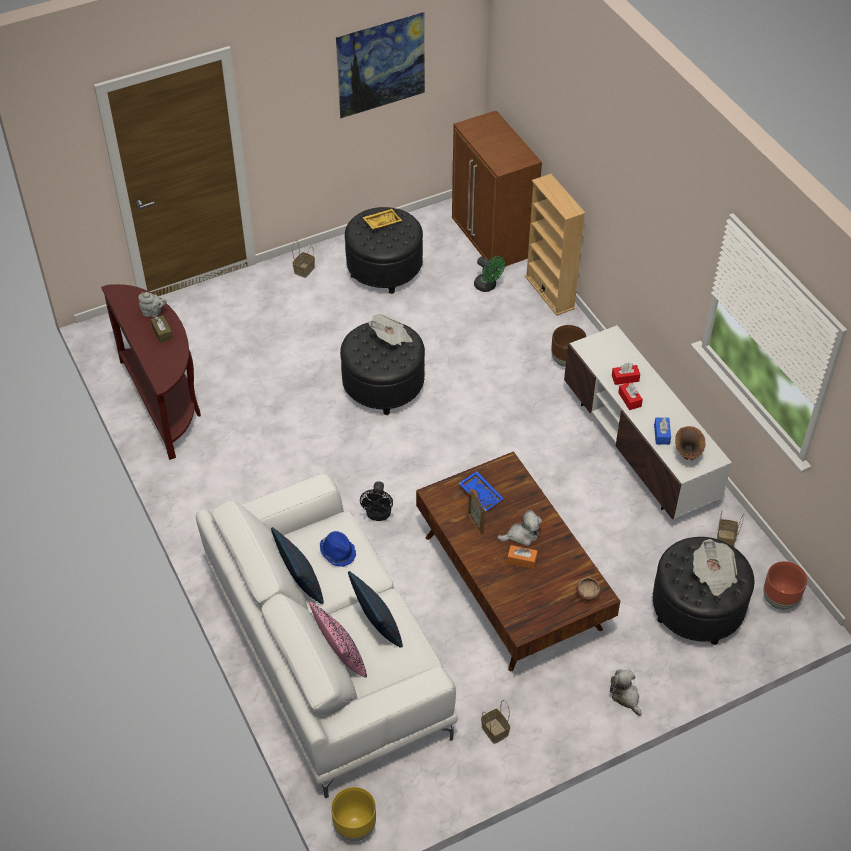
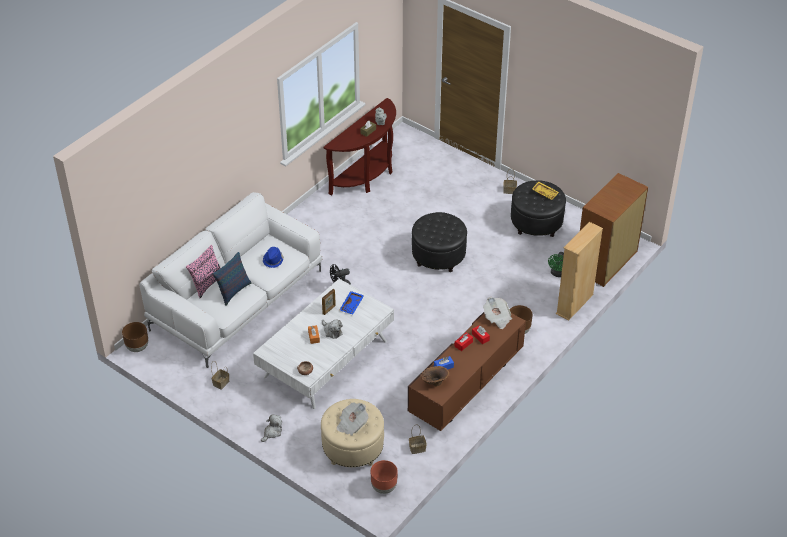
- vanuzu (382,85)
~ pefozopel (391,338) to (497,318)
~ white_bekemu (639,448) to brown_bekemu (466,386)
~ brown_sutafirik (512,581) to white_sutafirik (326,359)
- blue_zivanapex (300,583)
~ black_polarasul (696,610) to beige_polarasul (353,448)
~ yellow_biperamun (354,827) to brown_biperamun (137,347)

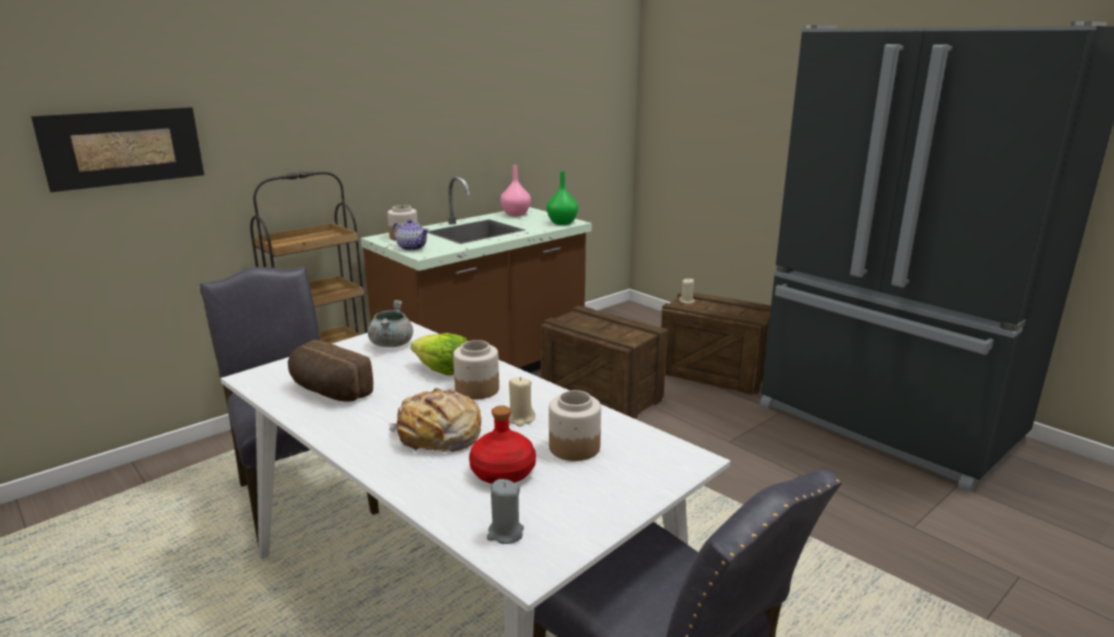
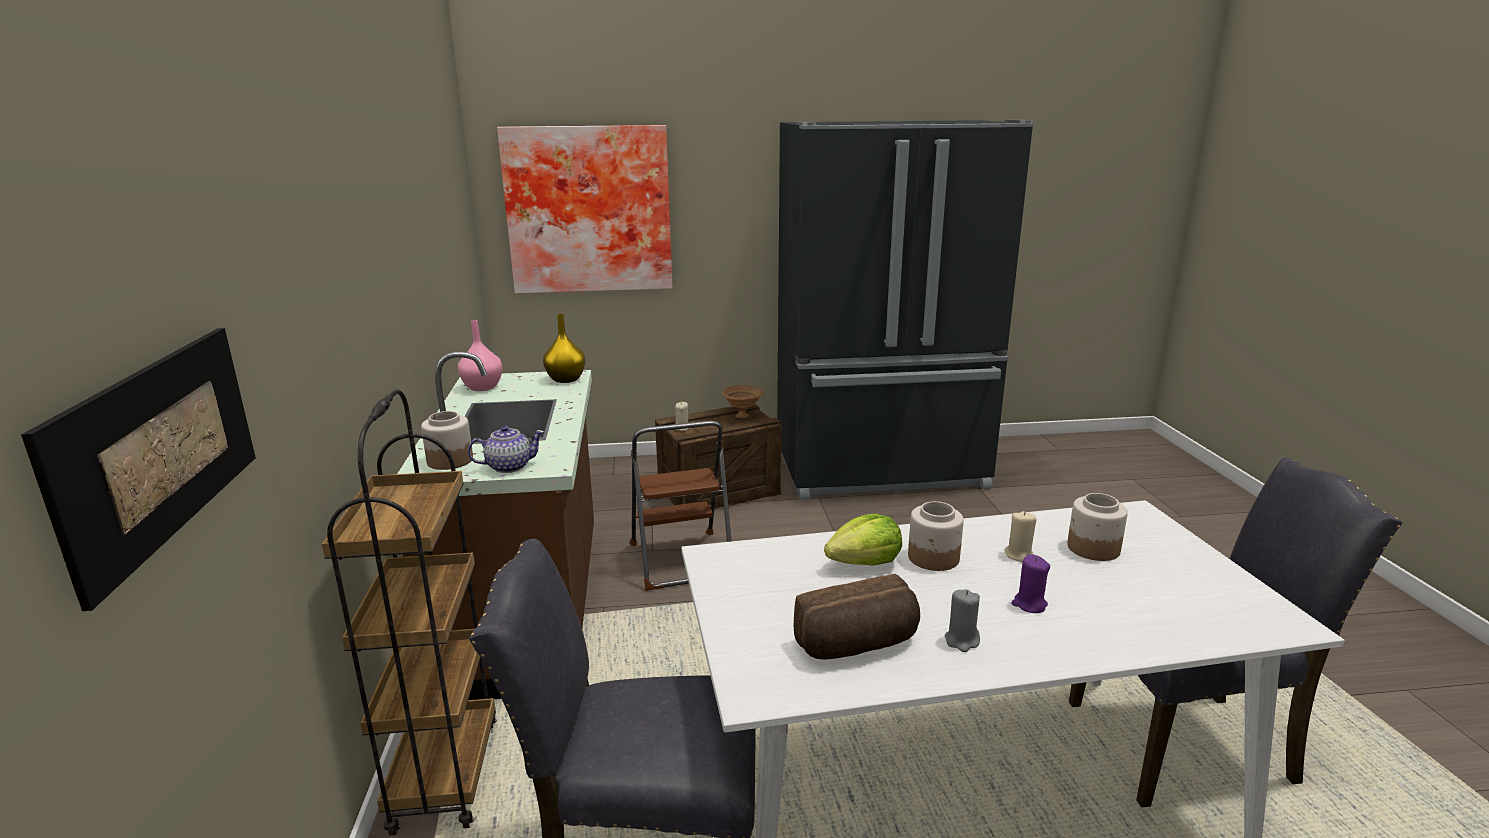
~ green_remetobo (561,223) to yellow_remetobo (565,379)
- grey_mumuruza (391,344)
~ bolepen (601,395) to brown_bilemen (681,562)
~ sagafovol (439,436) to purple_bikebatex (1029,604)
- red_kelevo (503,471)
~ grey_bikebatex (505,533) to (962,641)
+ vanuzu (589,210)
+ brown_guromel (743,416)

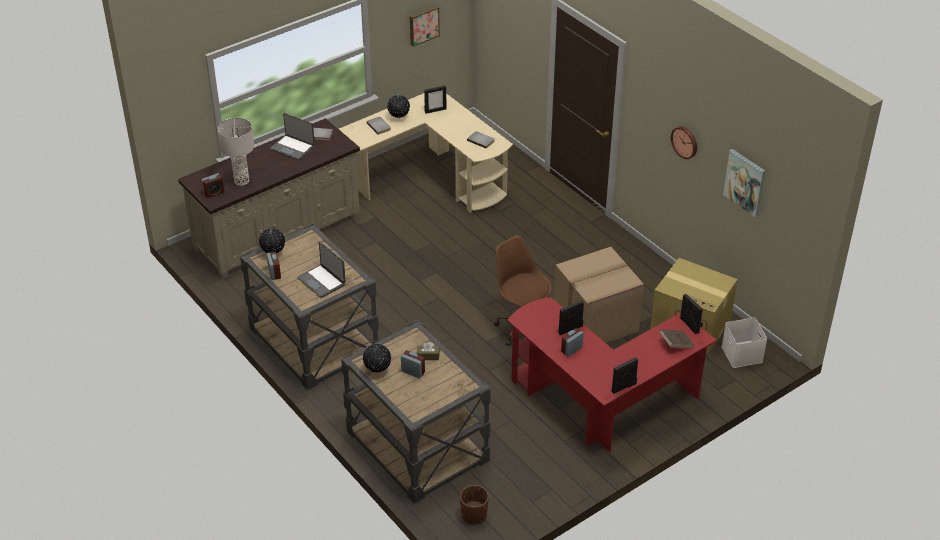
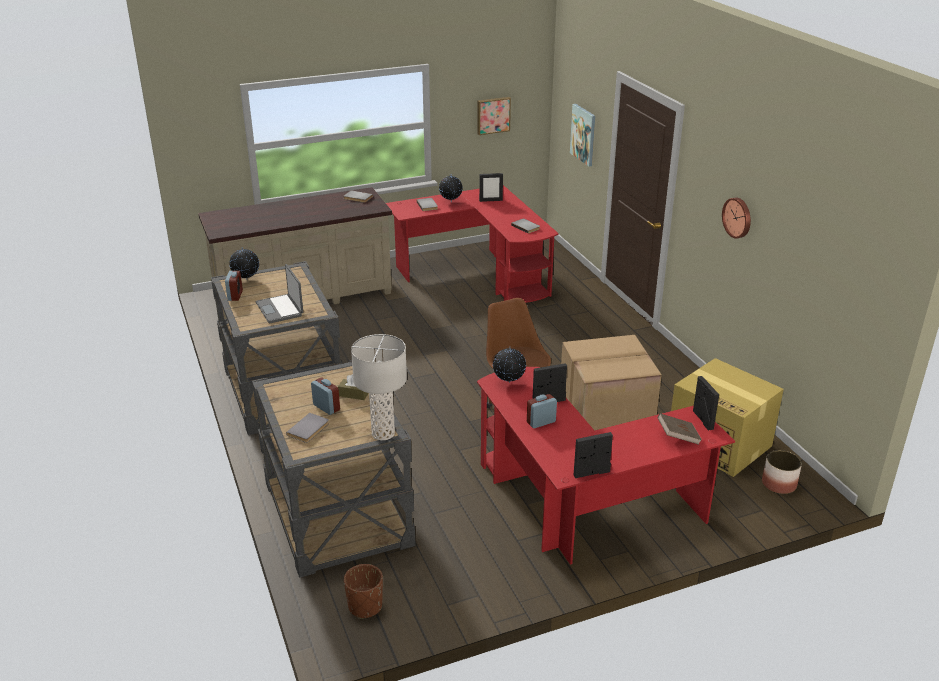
~ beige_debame (431,178) to red_debame (479,273)
- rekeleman (293,148)
~ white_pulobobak (241,181) to (382,433)
~ vanuzu (745,182) to (583,134)
- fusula (214,193)
~ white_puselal (743,354) to biperamun (779,484)
~ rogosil (377,371) to (508,382)
+ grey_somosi (309,429)

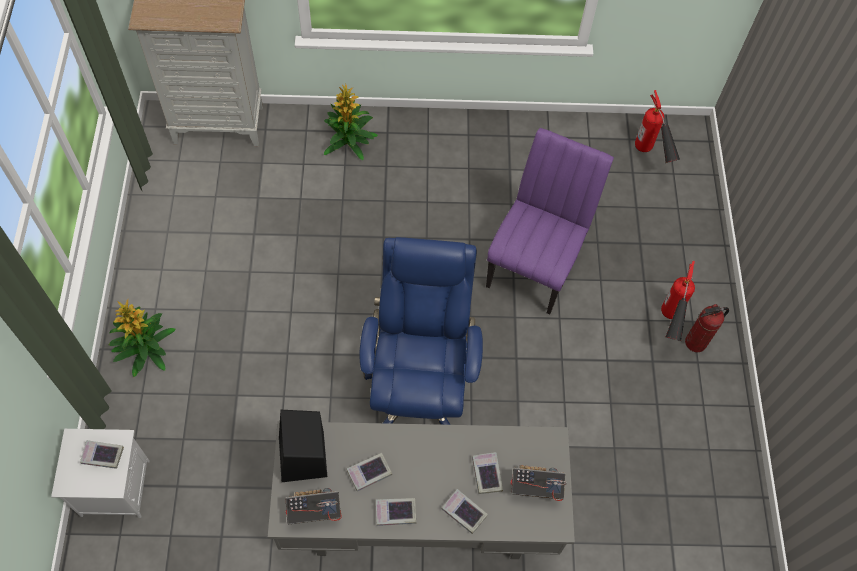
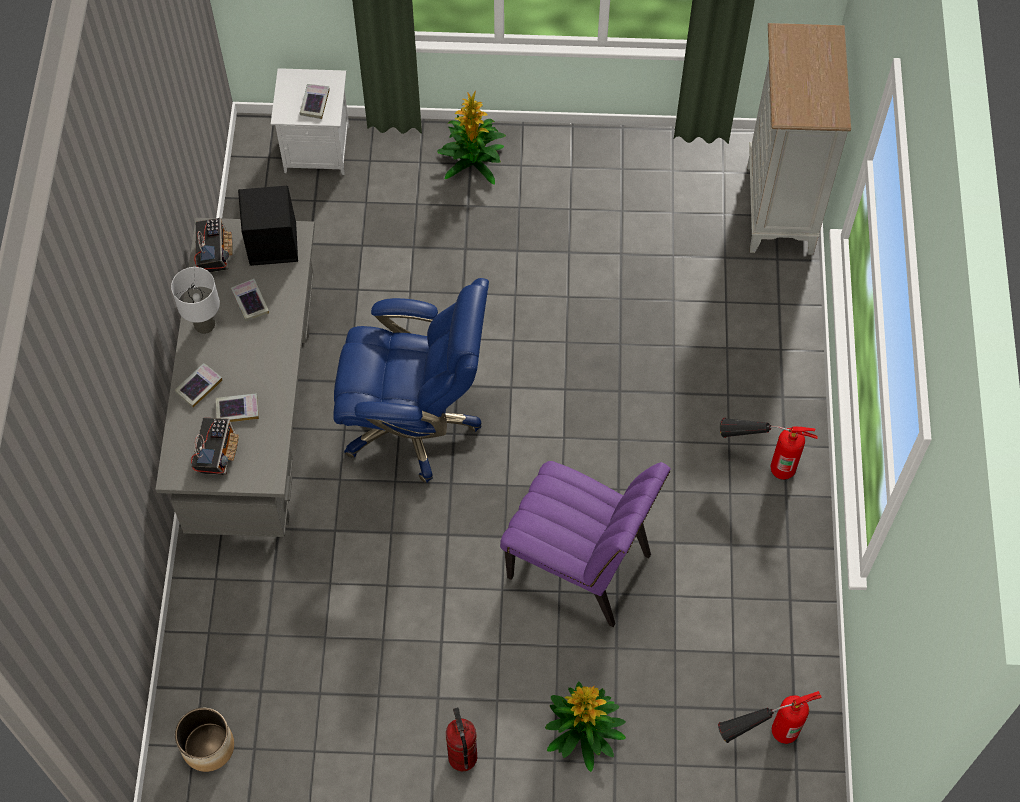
~ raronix (349,140) to (583,732)
~ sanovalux (667,327) to (759,462)
~ somosi (395,513) to white_pulobobak (206,325)
+ biperamun (207,747)

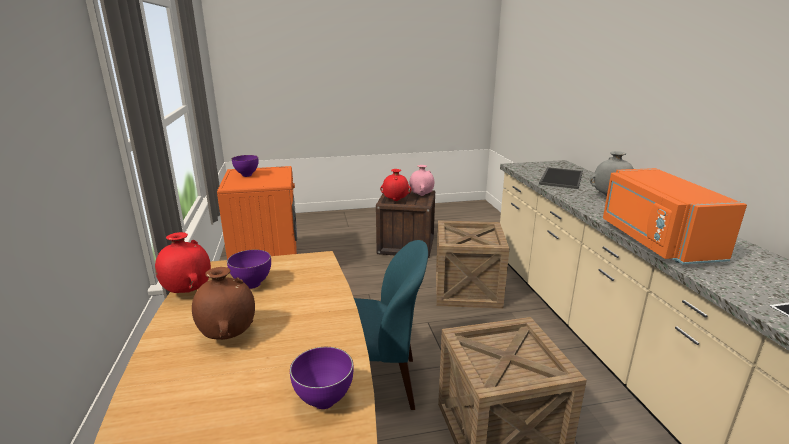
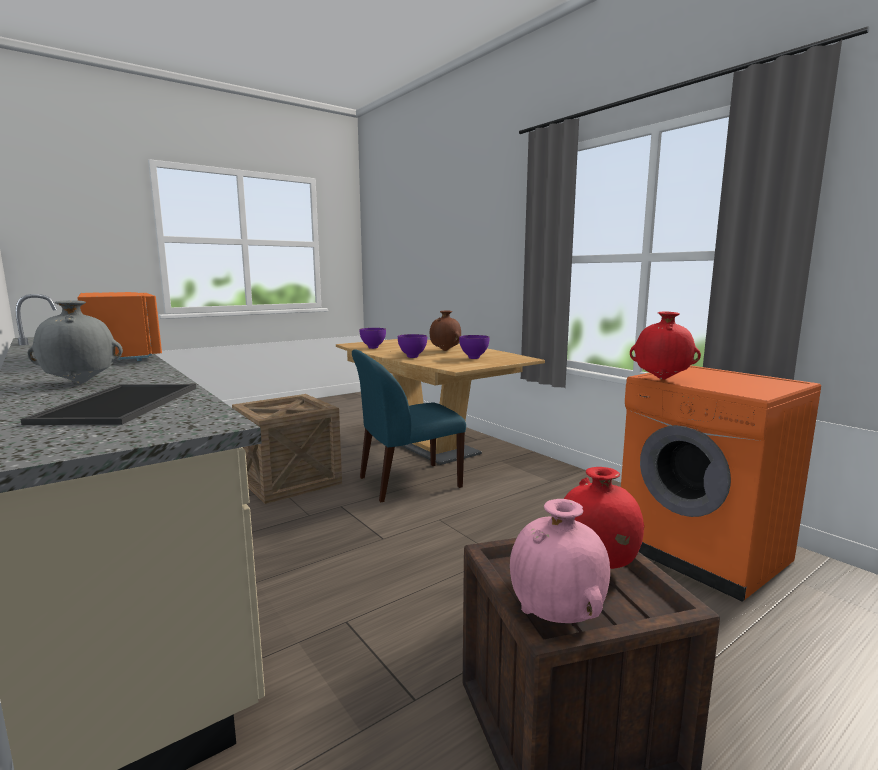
~ purple_guromel (246,176) to (413,357)
- bolepen (467,290)
~ red_remetobo (188,291) to (662,379)

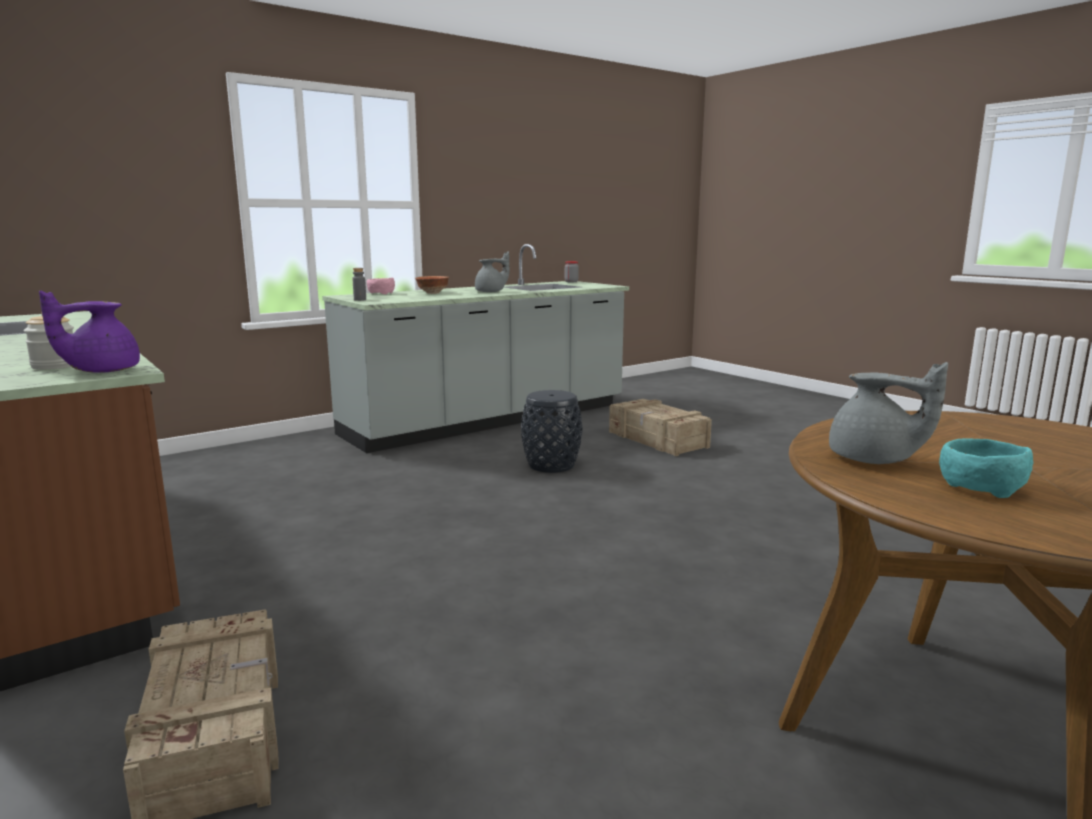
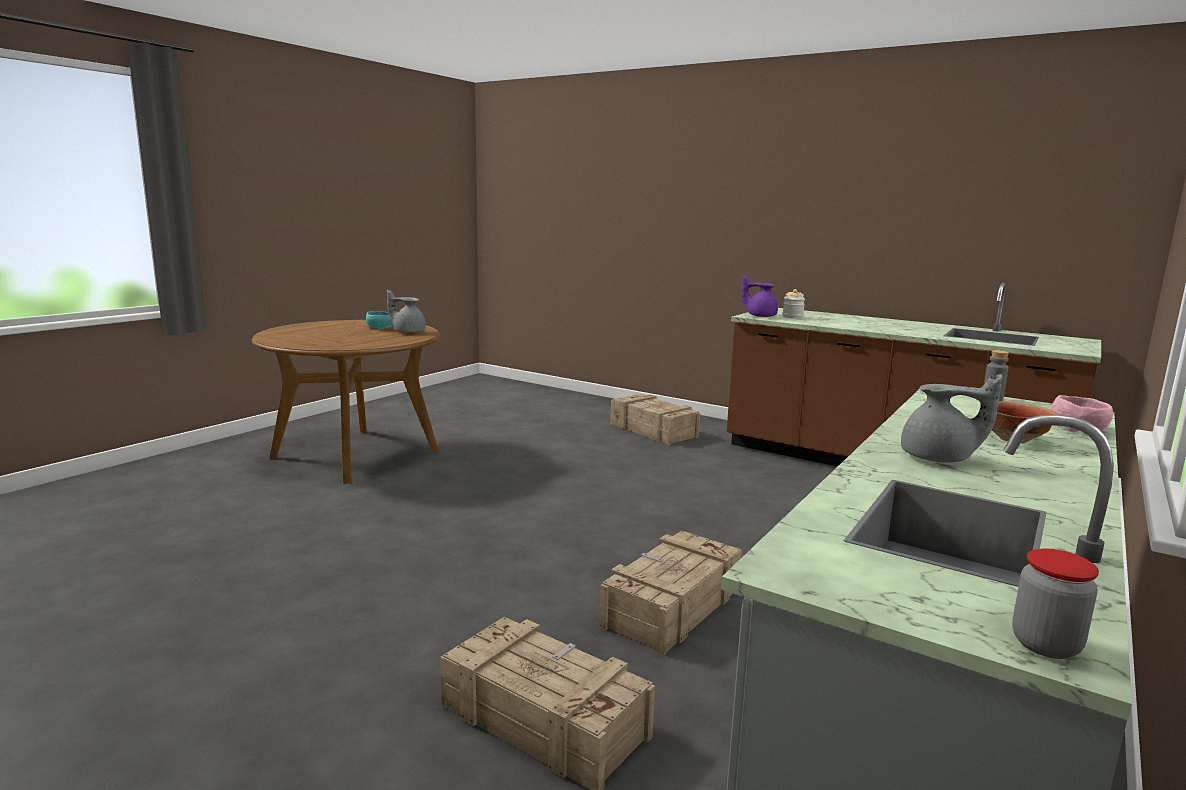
~ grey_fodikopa (491,292) = (939,458) 120 degrees counterclockwise
~ purple_fodikopa (102,371) = (760,316) 90 degrees counterclockwise
~ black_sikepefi (551,465) to bolepen (670,607)

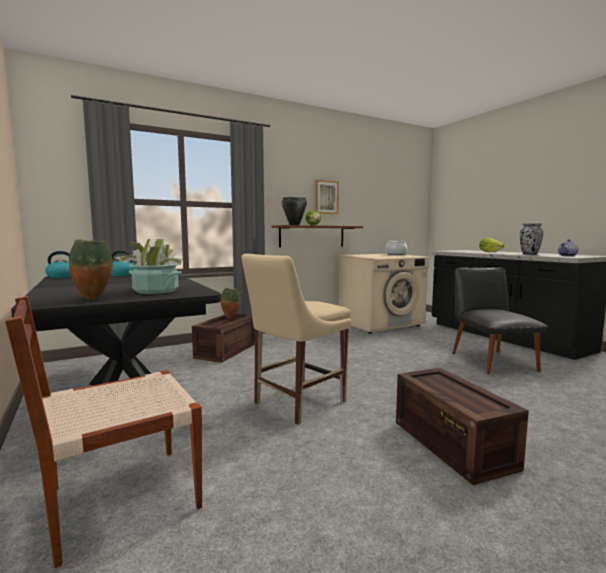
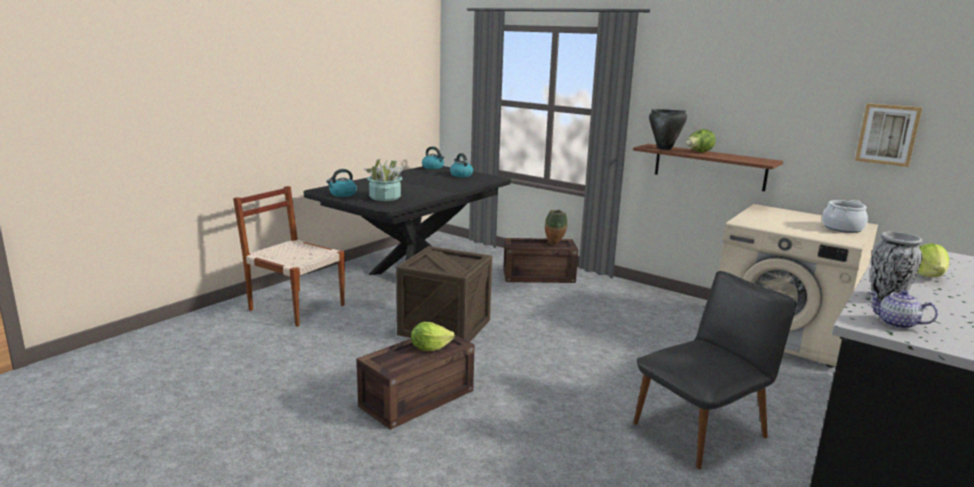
~ vanuzu (326,197) to (887,134)
~ remetobo (94,299) to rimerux (342,194)
~ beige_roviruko (296,403) to bolepen (445,327)
+ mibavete (430,348)

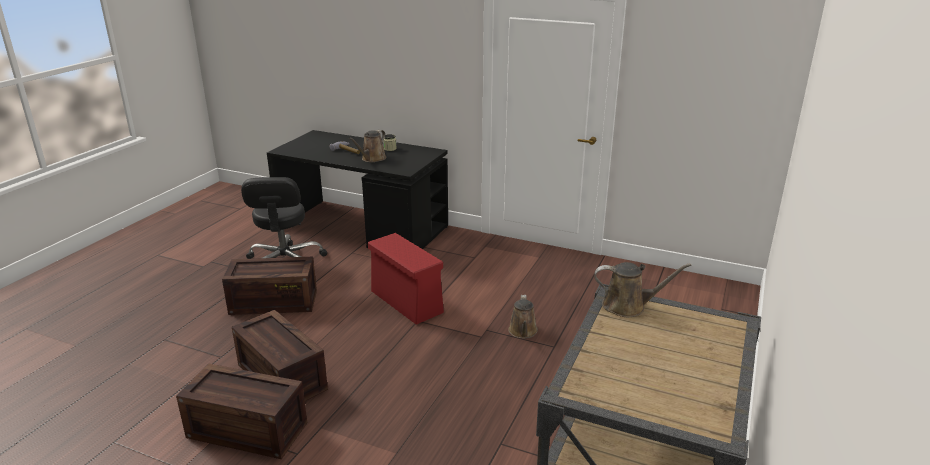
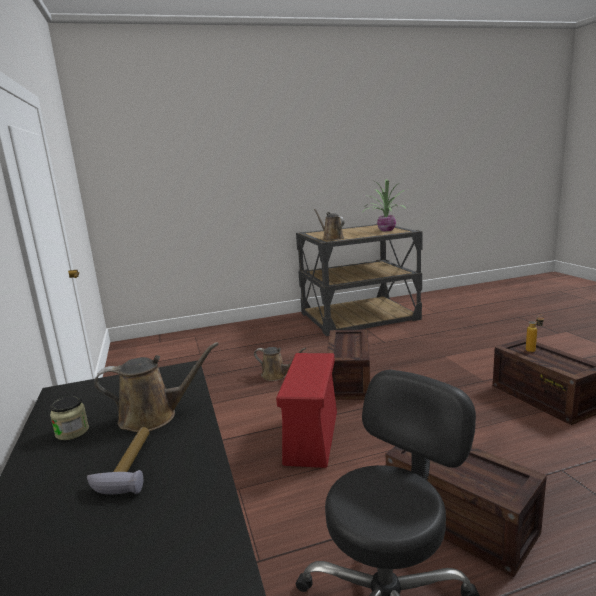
~ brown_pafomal (523,332) = (276,375) 60 degrees clockwise
~ bolepen (284,377) to (348,379)
+ raronix (385,230)
+ kelevo (533,350)

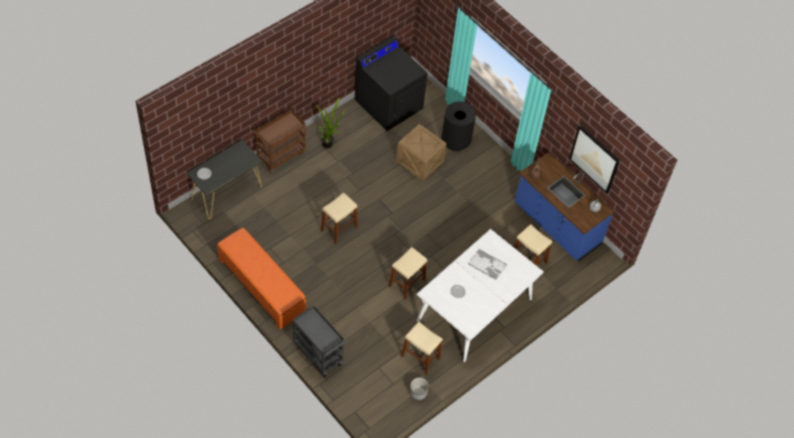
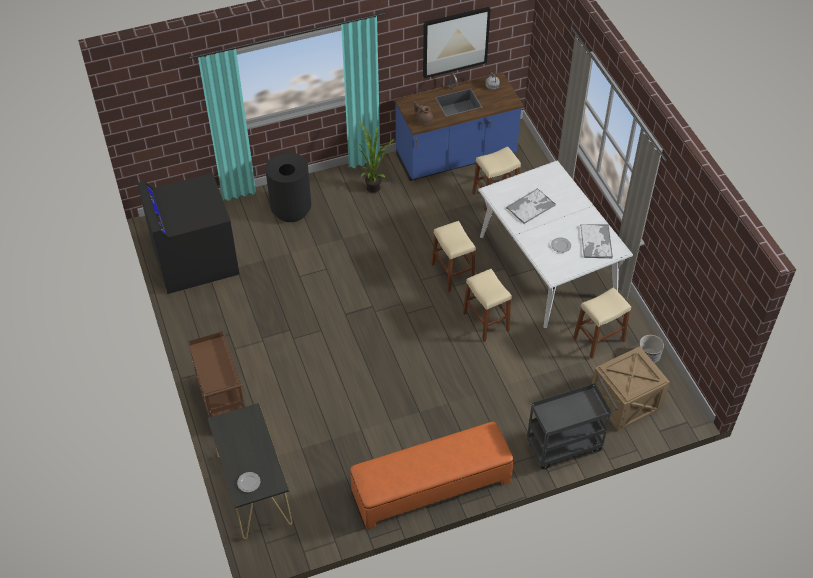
~ raronix (329,144) to (373,186)
~ bolepen (419,161) to (624,402)
~ beige_sikepefi (339,228) to (452,273)
+ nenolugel (596,242)

